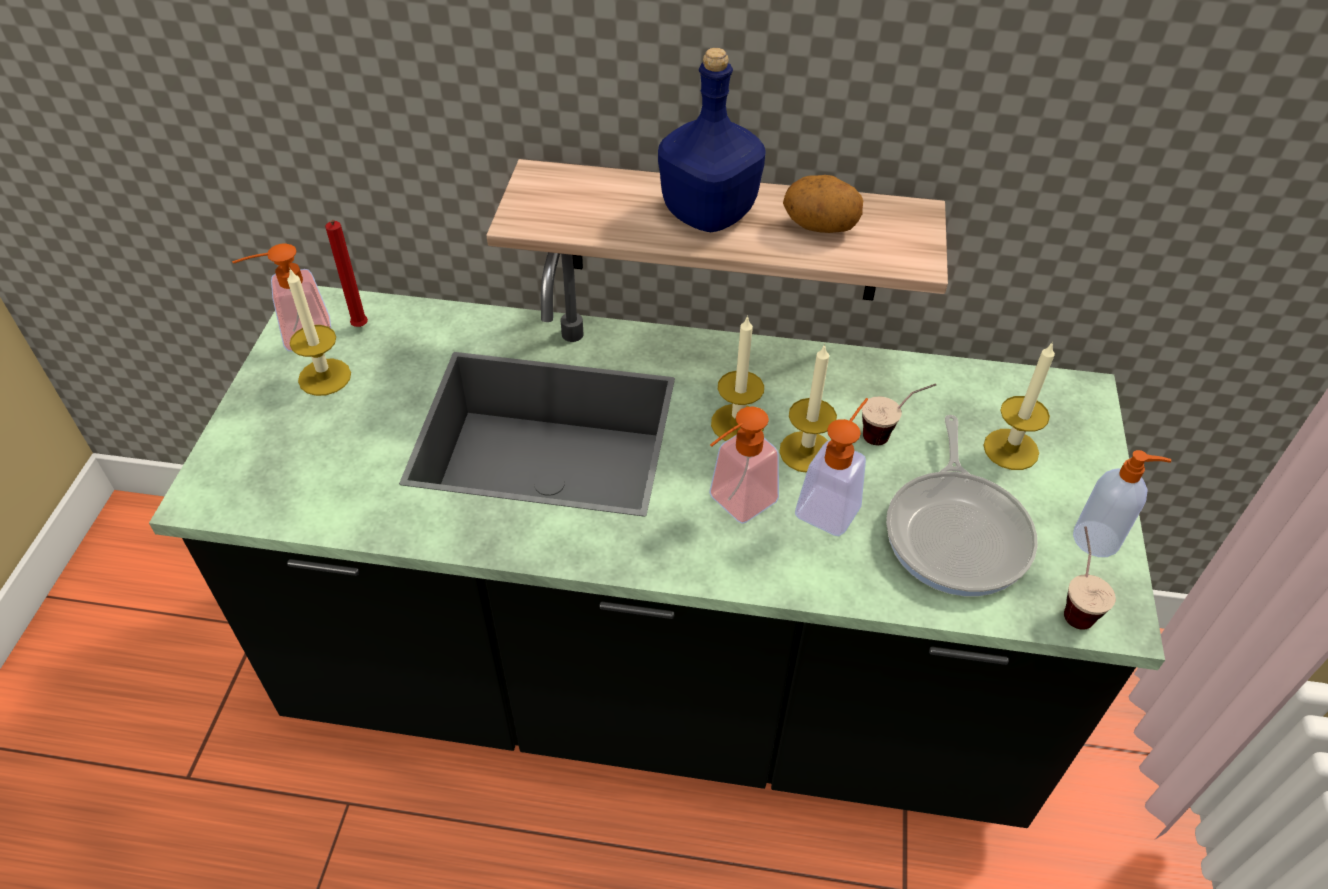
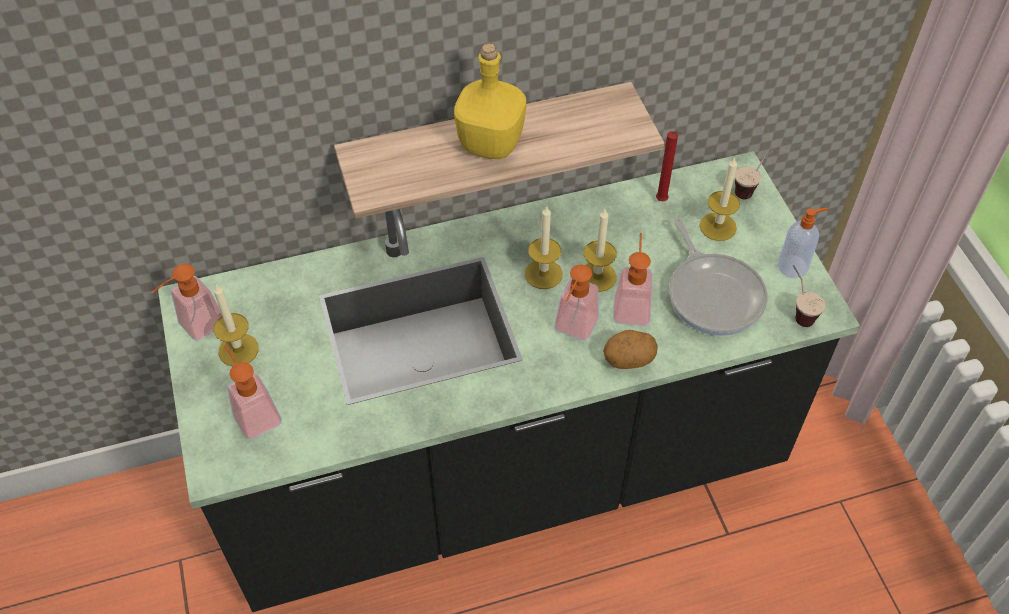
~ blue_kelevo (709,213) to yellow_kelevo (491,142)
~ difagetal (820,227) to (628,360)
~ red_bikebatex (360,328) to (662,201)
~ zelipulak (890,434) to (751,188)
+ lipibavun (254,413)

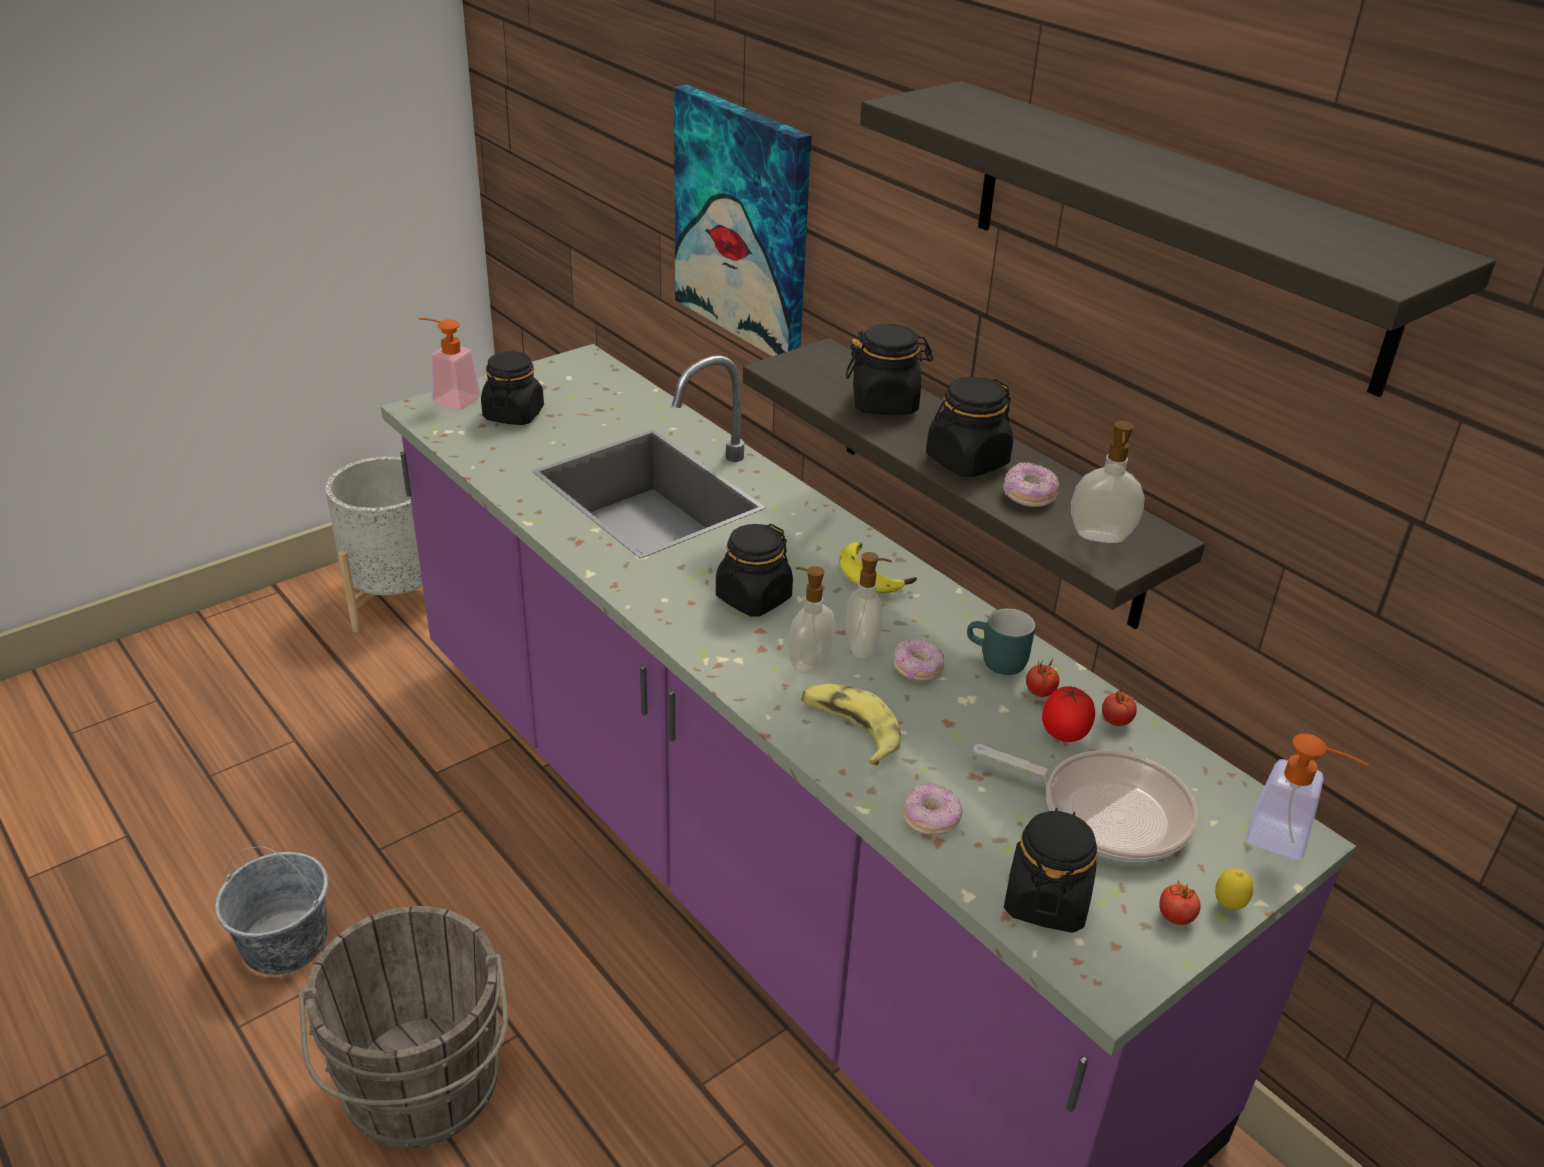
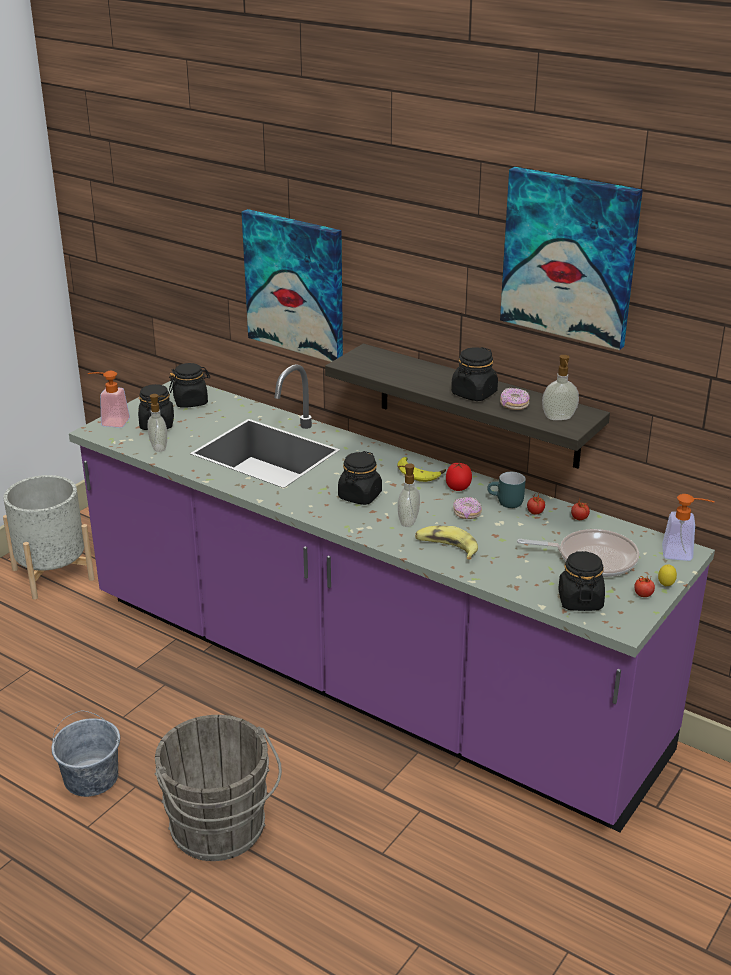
~ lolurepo (1174,231) to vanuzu (569,257)
~ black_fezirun (885,403) to (191,402)
~ lipibavun (863,648) to (160,447)
~ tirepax (1064,735) to (458,488)
- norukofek (931,820)

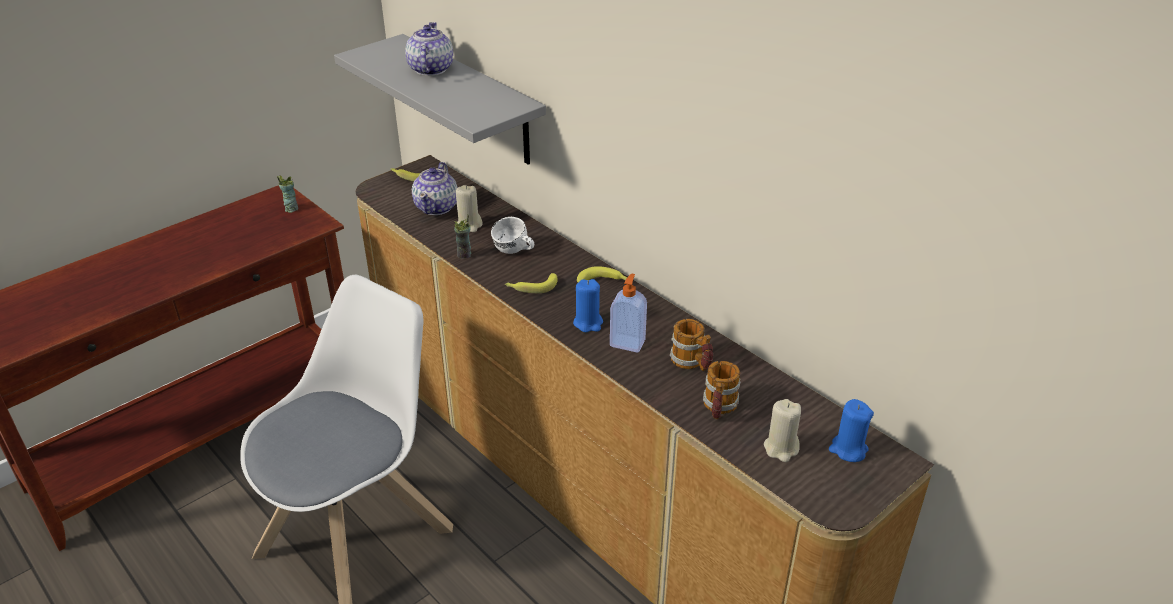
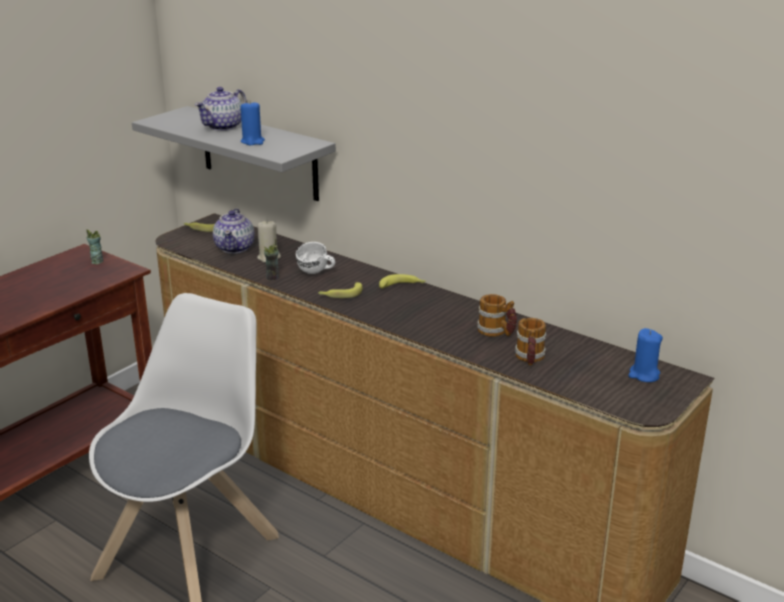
~ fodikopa (430,69) = (223,126) 135 degrees counterclockwise
- lipibavun (627,342)
~ blue_bikebatex (588,323) to (252,141)
- beige_bikebatex (781,448)

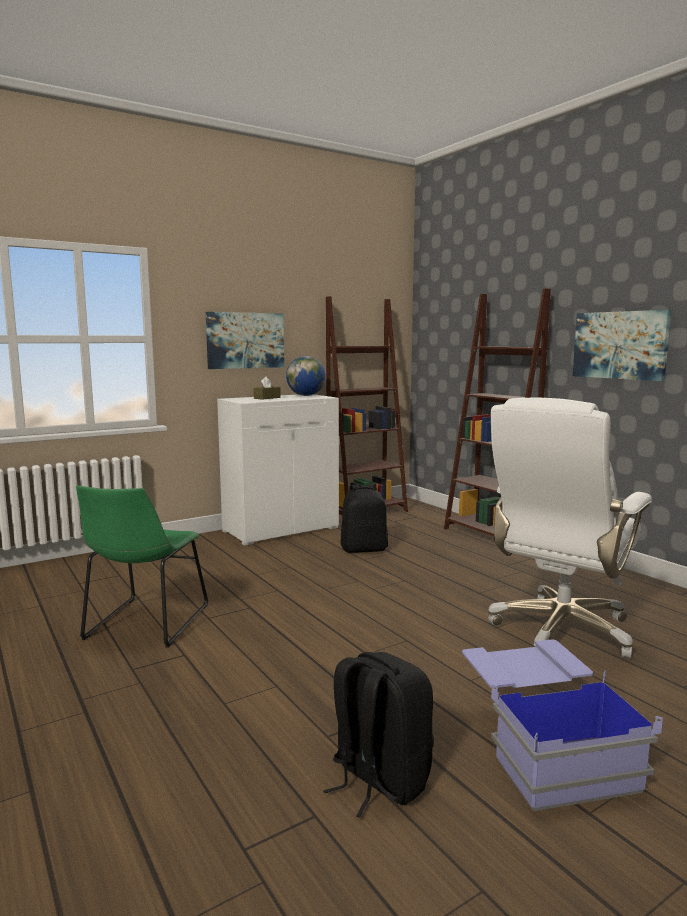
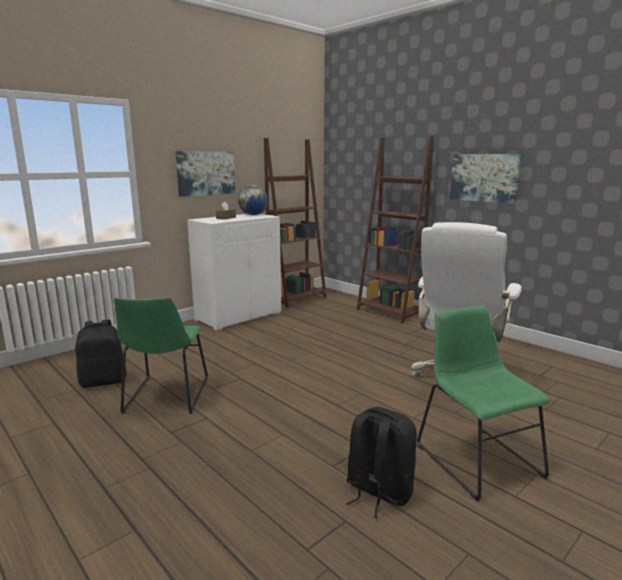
~ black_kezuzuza (364,549) to (103,381)
~ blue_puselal (544,747) to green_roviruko (475,457)

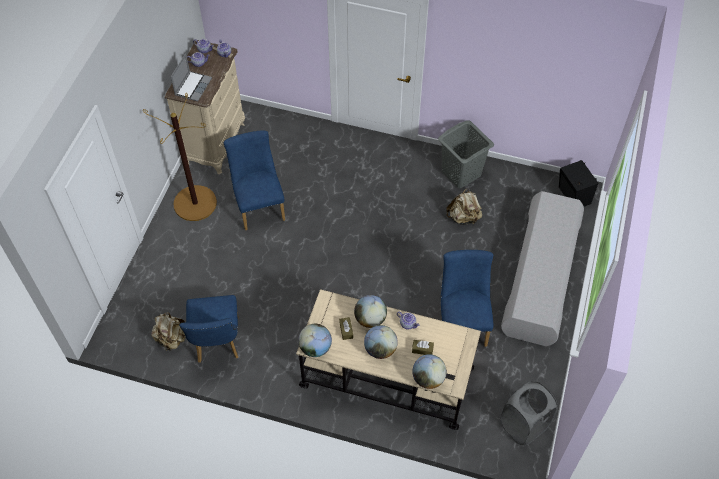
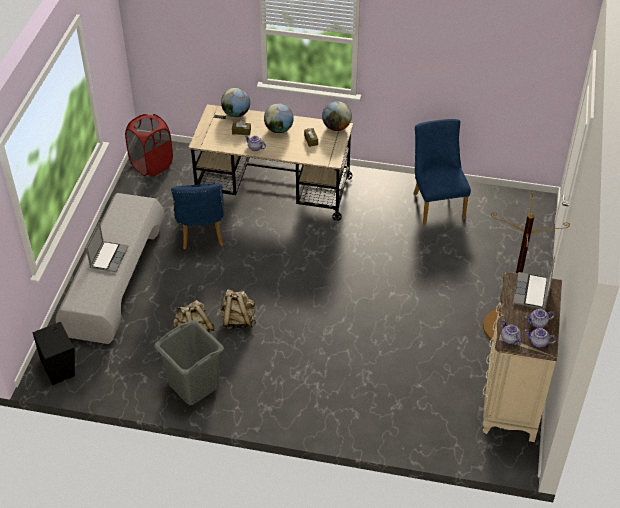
- blue_roviruko (259,205)
- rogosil (370,319)
~ beige_kezuzuza (171,339) to (238,320)
~ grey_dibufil (524,425) to red_dibufil (152,165)
+ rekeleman (108,257)

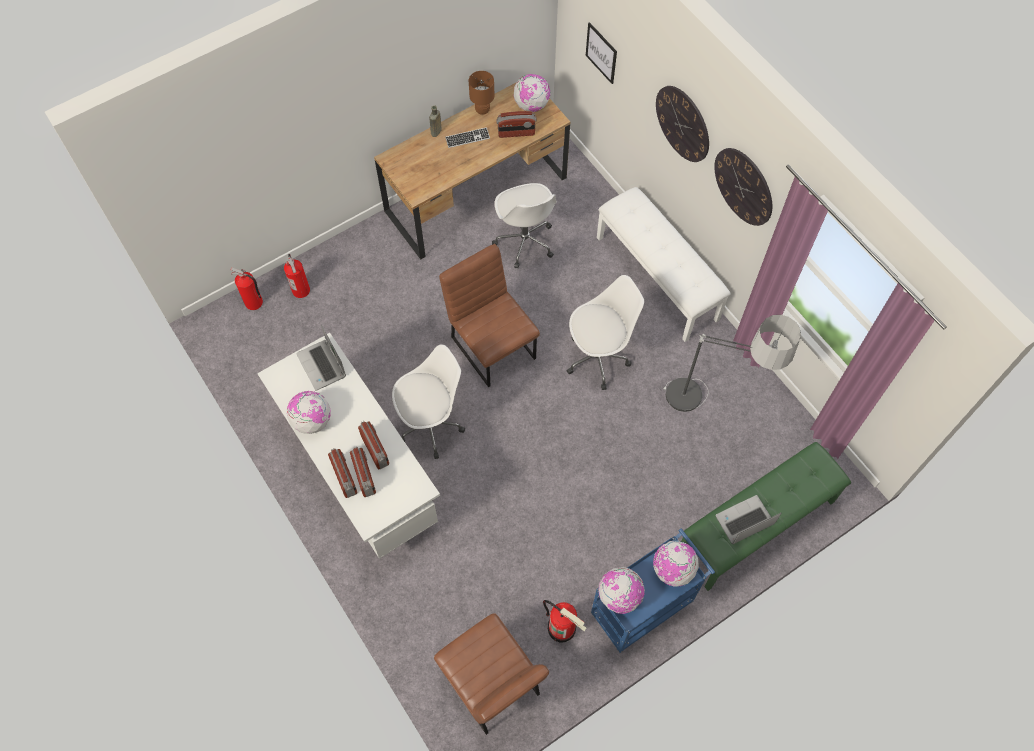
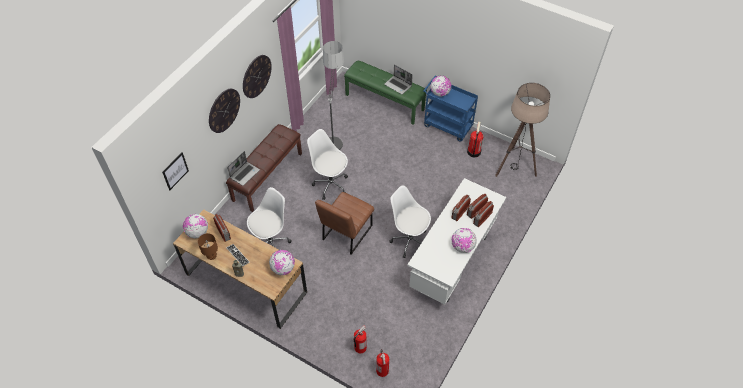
~ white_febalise (657,278) to brown_febalise (267,176)
~ rekeleman (322,365) to (245,173)
~ rogosil (619,596) to (283,268)
~ brown_roviruko (491,684) to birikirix (514,167)

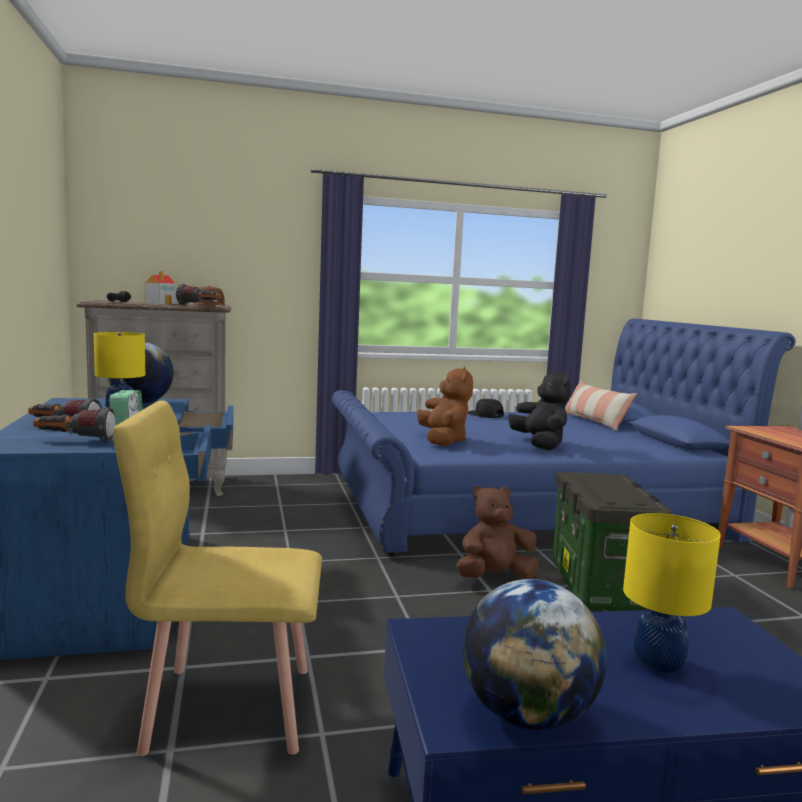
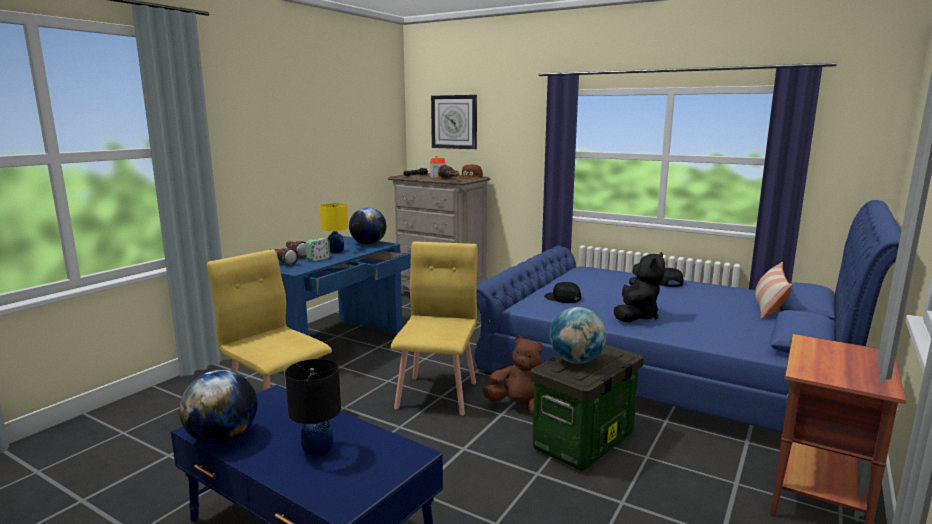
~ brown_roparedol (443,441) to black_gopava (562,298)
~ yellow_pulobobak (655,663) to black_pulobobak (318,450)
+ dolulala (454,122)
+ yellow_roviruko (438,394)
+ rogosil (576,361)

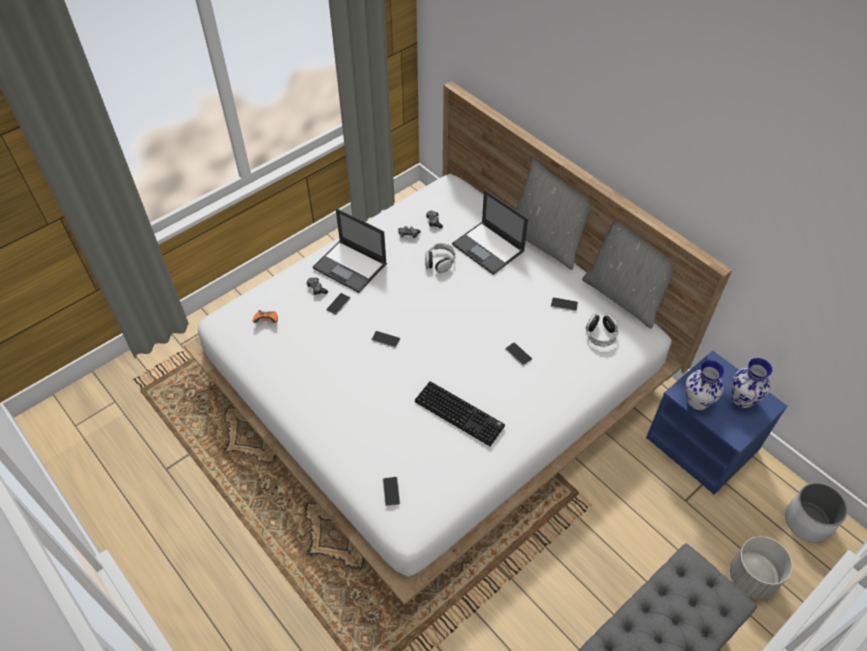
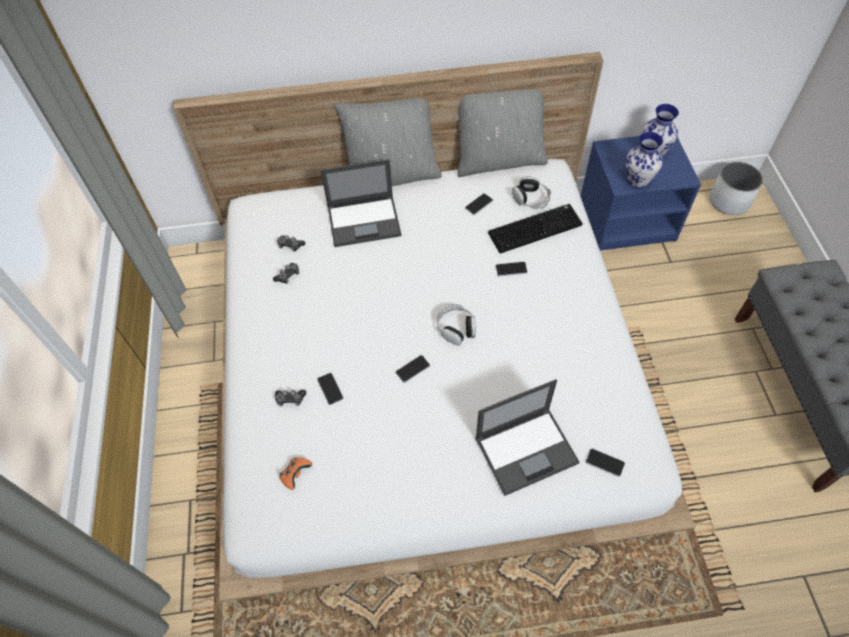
~ rekeleman (350,266) to (527,450)
~ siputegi (439,262) to (456,328)
~ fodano (460,413) to (535,228)
- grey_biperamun (752,577)

